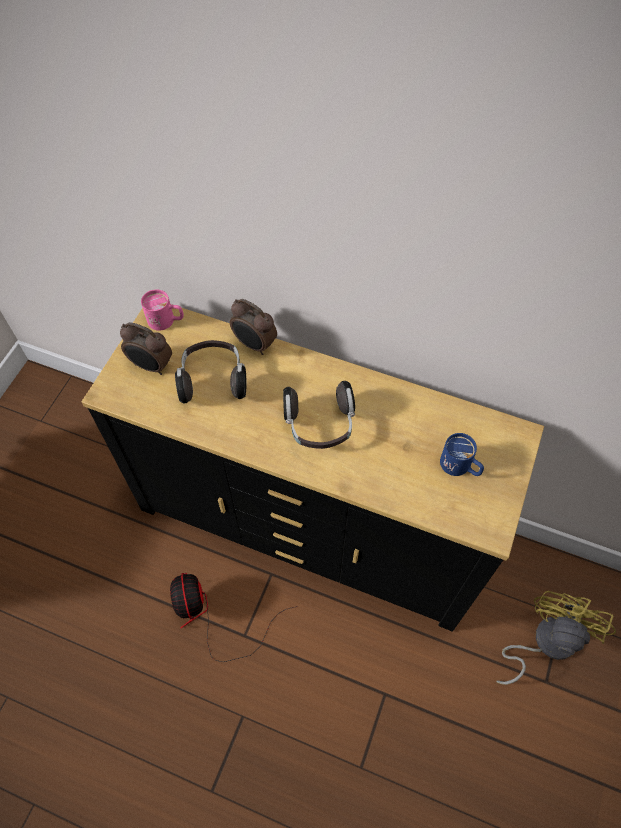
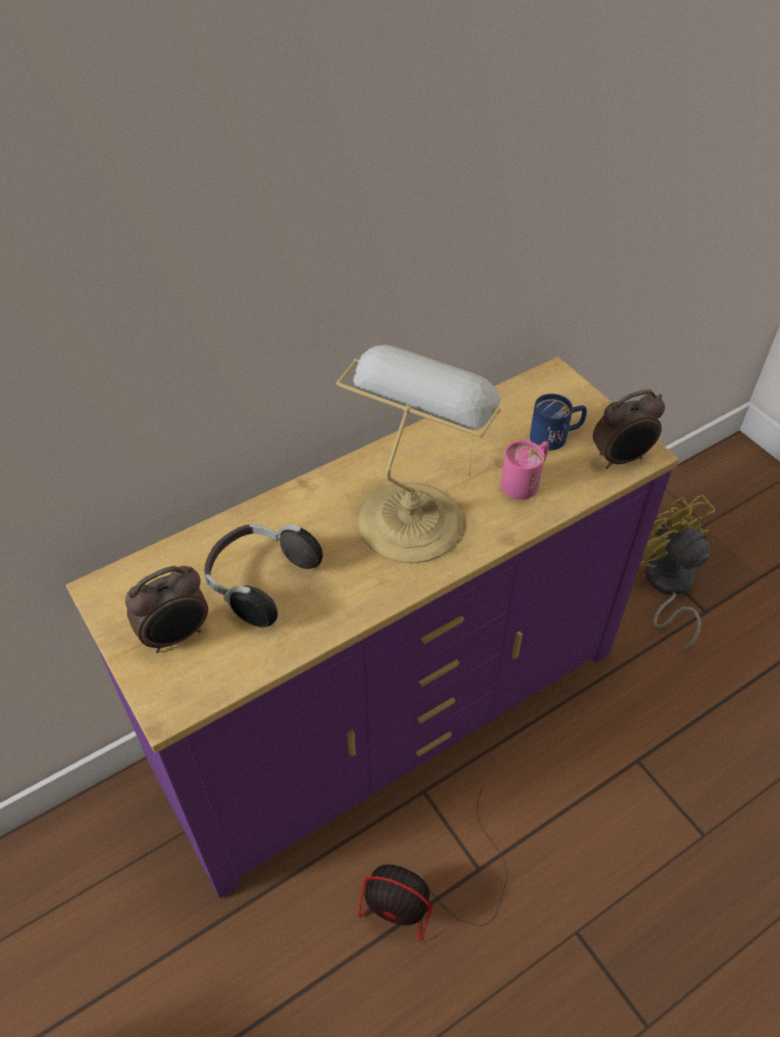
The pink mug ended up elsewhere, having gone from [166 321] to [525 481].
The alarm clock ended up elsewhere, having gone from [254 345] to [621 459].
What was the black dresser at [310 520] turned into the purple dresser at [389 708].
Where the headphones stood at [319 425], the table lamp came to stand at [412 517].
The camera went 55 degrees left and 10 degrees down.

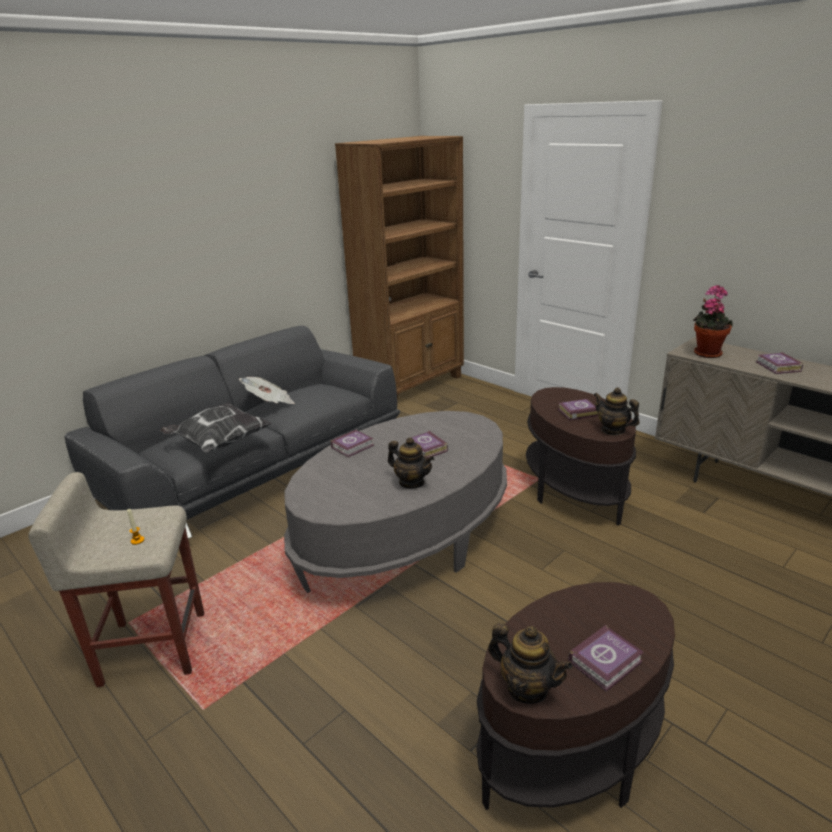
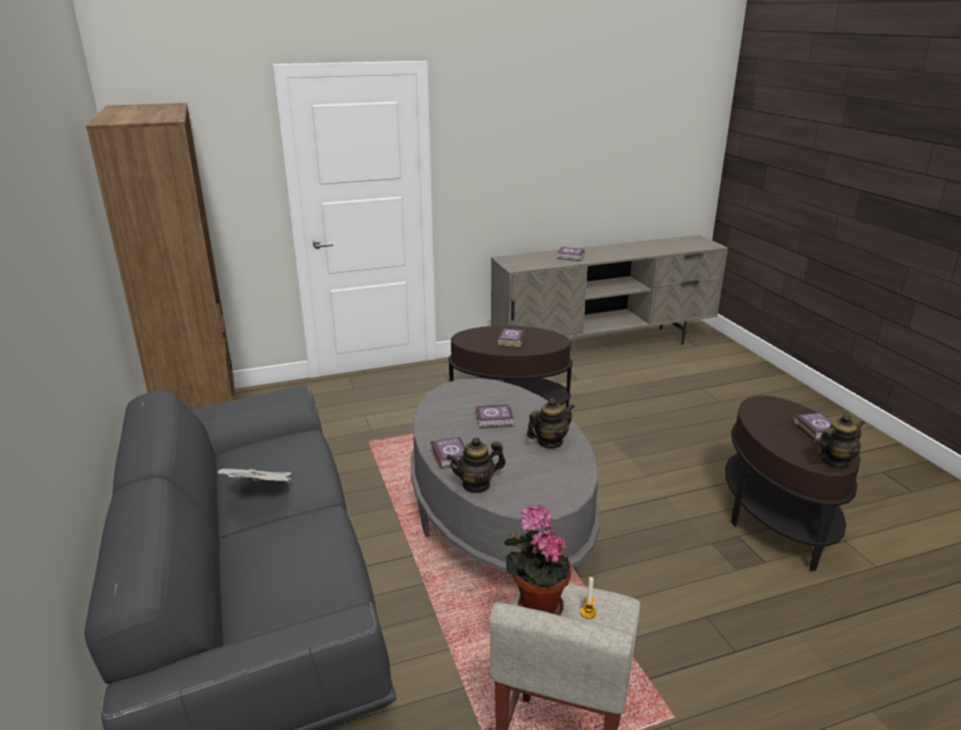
The potted plant ended up elsewhere, having gone from [706 353] to [536 605].
The teapot ended up elsewhere, having gone from [613 430] to [476 485].
The second view lost the pillow at [219 443].
The camera went 65 degrees left and 0 degrees up.

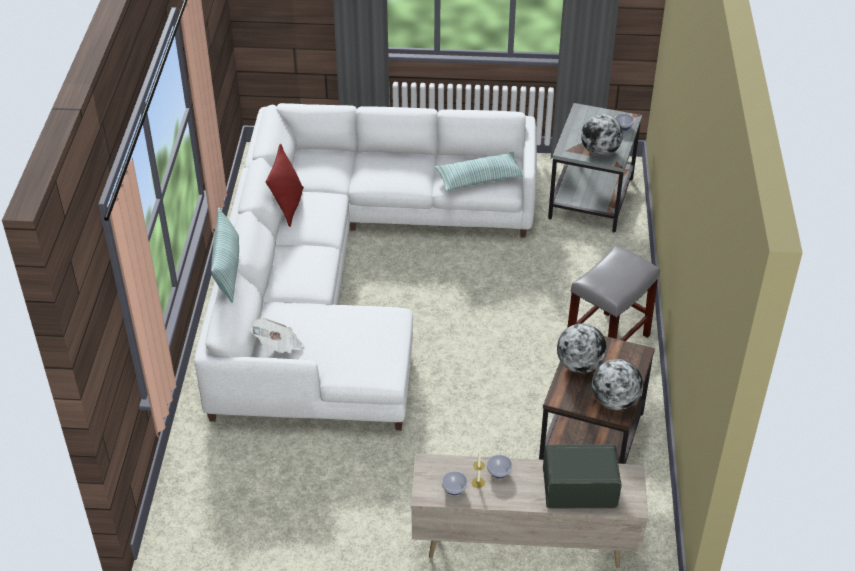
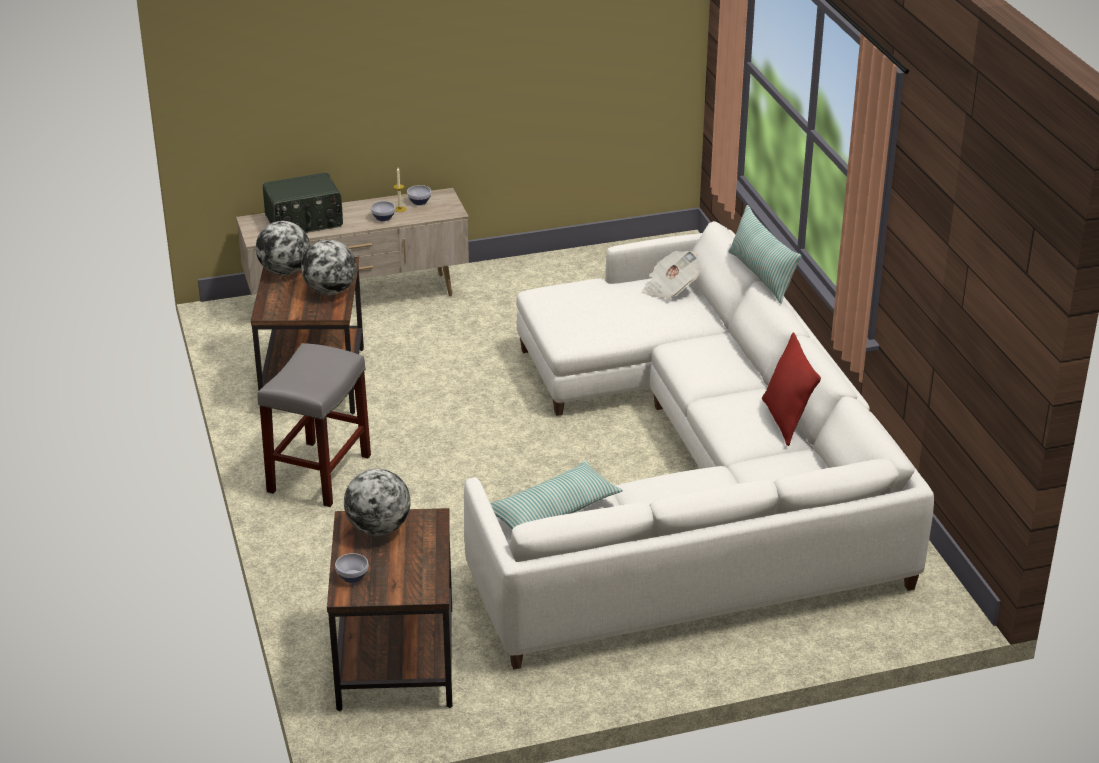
What was the grey side table at [590 198] turned into the brown side table at [398 660].
The camera went 160 degrees right and 10 degrees down.

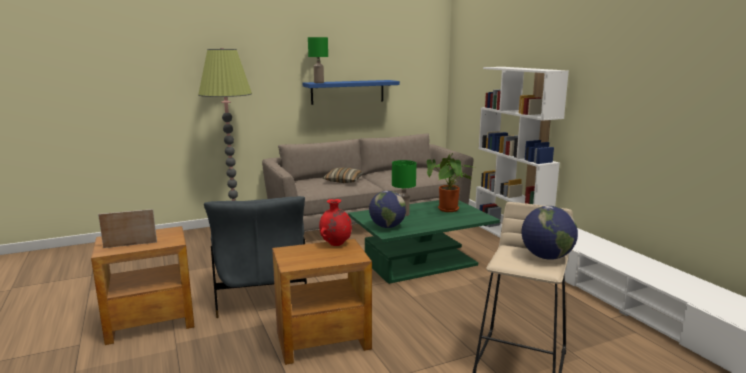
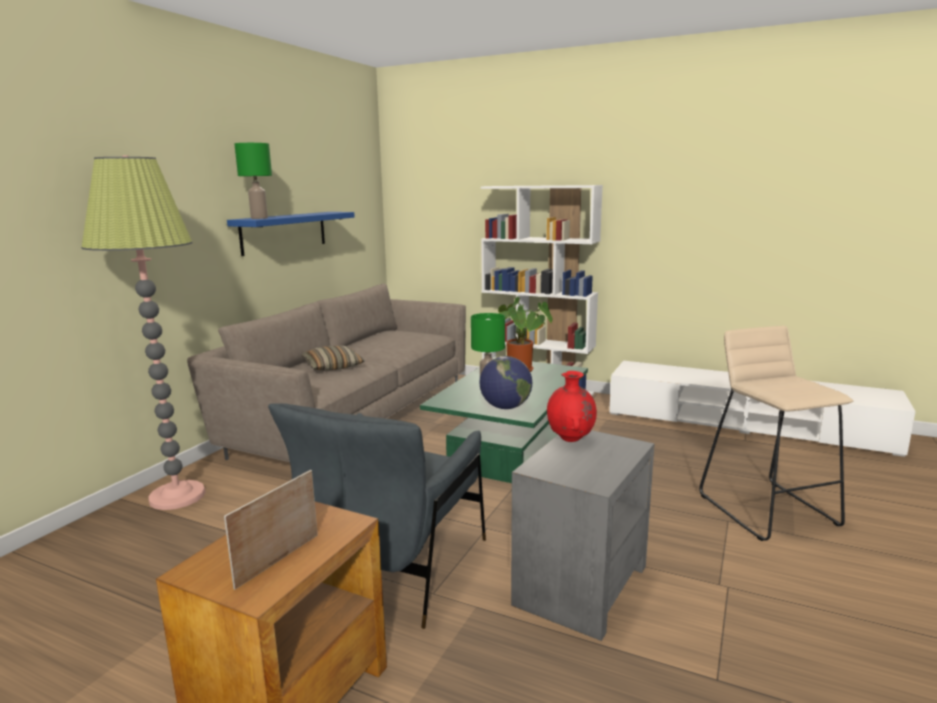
The grey armchair at [262 293] ended up facing another way, 75 degrees clockwise from before.
The second view lost the globe at [546 257].
What was the brown side table at [322 340] turned into the grey side table at [580 585].
The camera went 40 degrees left and 0 degrees up.

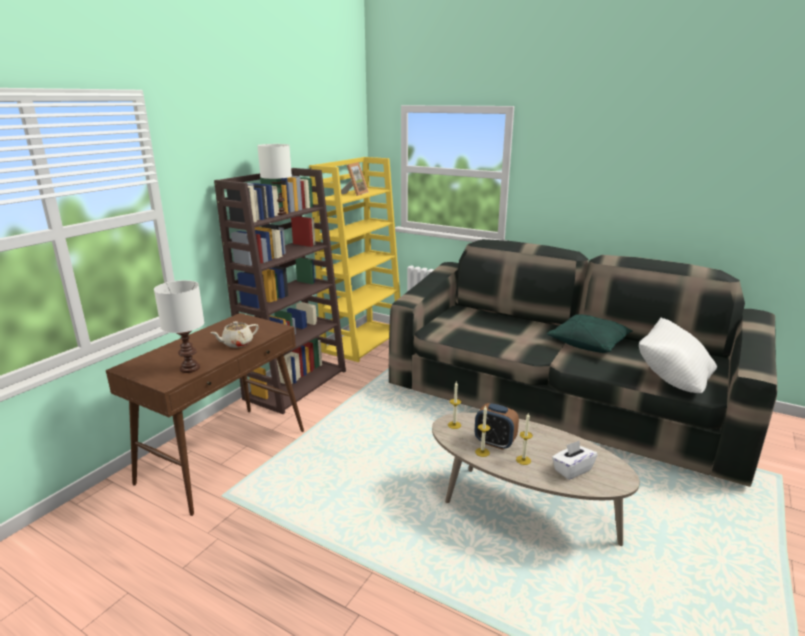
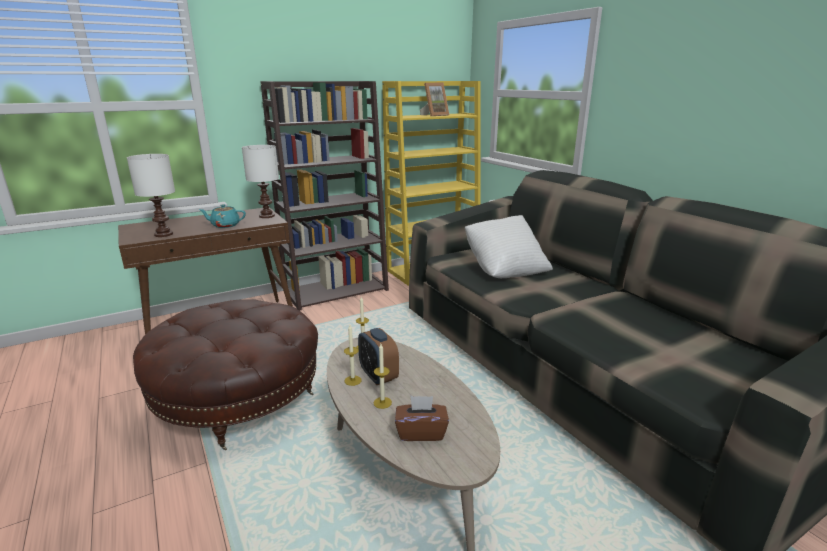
The white table lamp ended up elsewhere, having gone from [279 213] to [267 216].
The second view lost the green pillow at [588 343].
The white pillow ended up elsewhere, having gone from [672 379] to [505 270].
What was the beige teapot at [237 343] turned into the turquoise teapot at [225 225].
What was the white tissue box at [572 470] turned into the brown tissue box at [421 432].
The second view gained the brown ottoman at [239 401].
The camera went 30 degrees right and 0 degrees up.

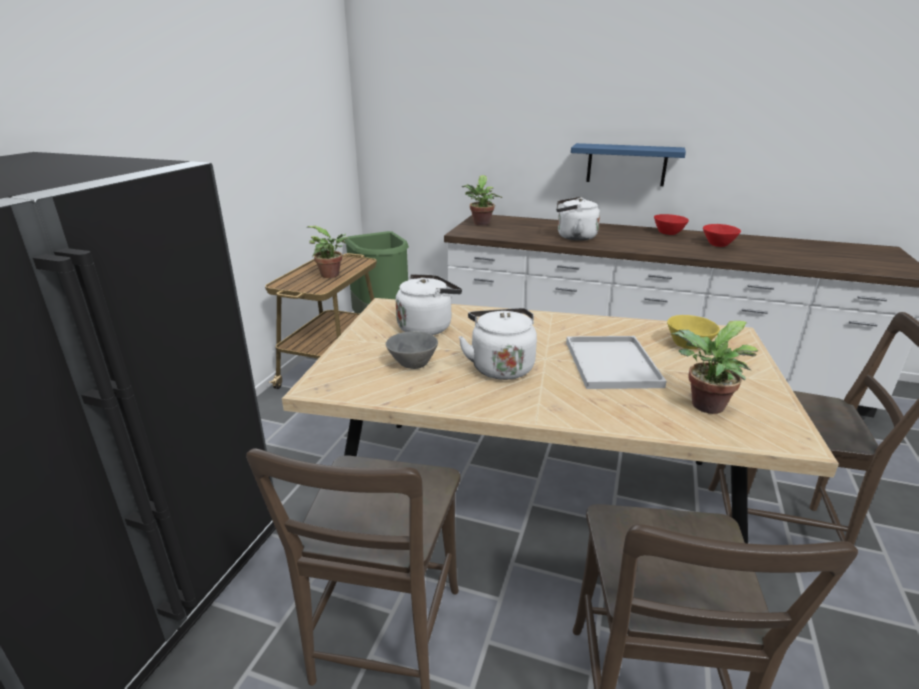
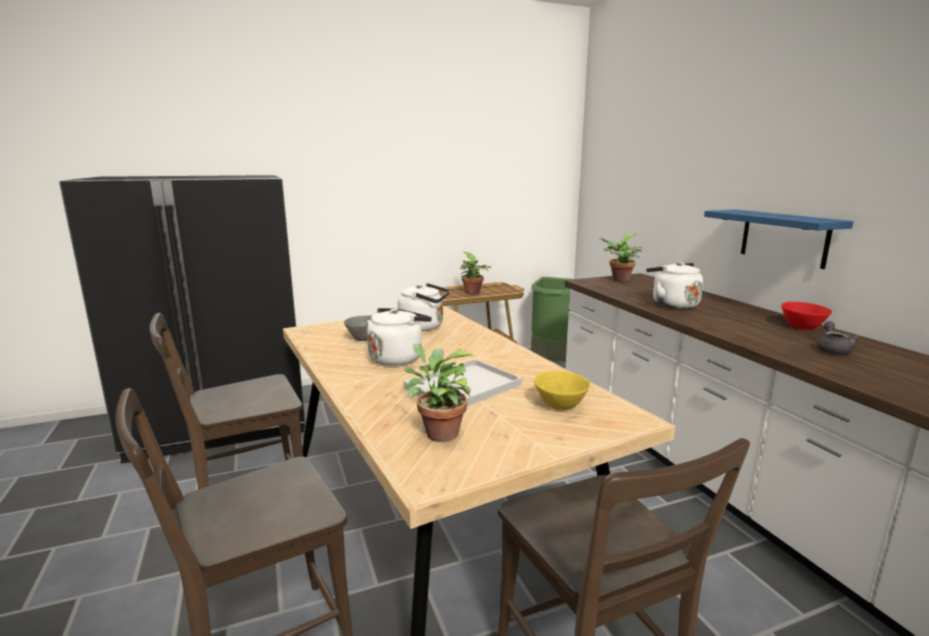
Where the red bowl stood at [717 244], the grey teapot came to stand at [833 349].
The camera went 50 degrees right and 10 degrees down.

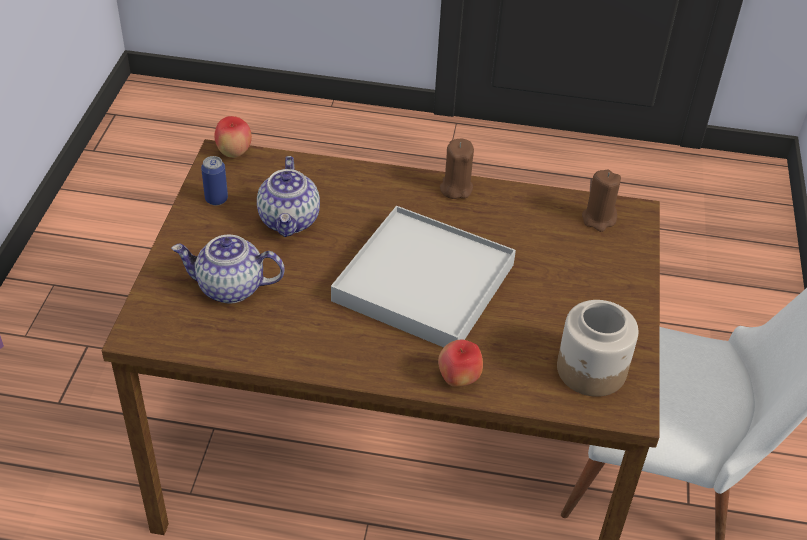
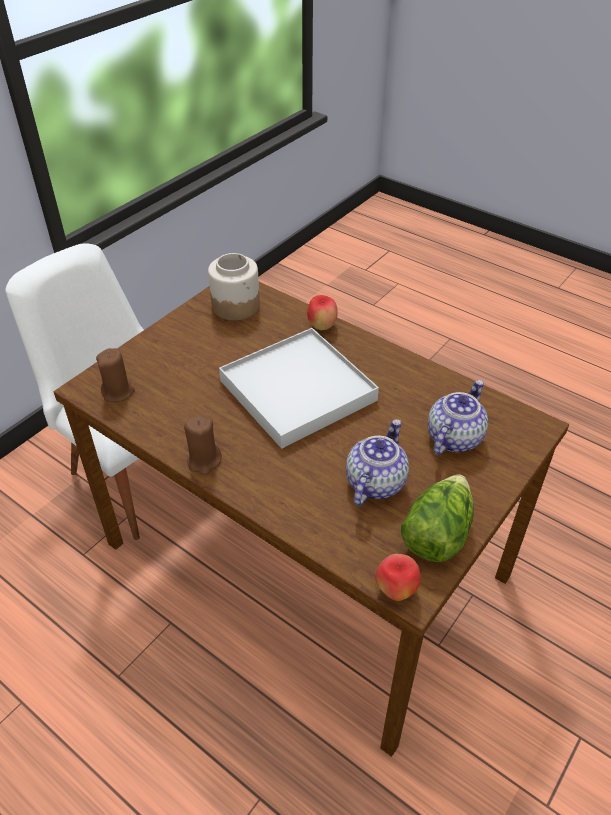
Where the can stood at [216 199], the lettuce came to stand at [436 532].
The teapot at [230 288] ended up facing another way, 90 degrees counterclockwise from before.
The camera went 150 degrees left and 0 degrees up.

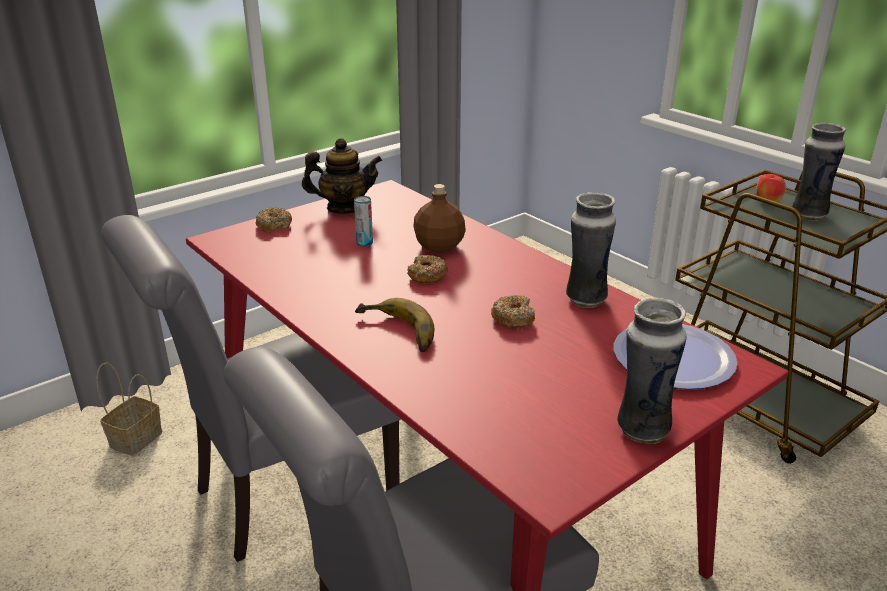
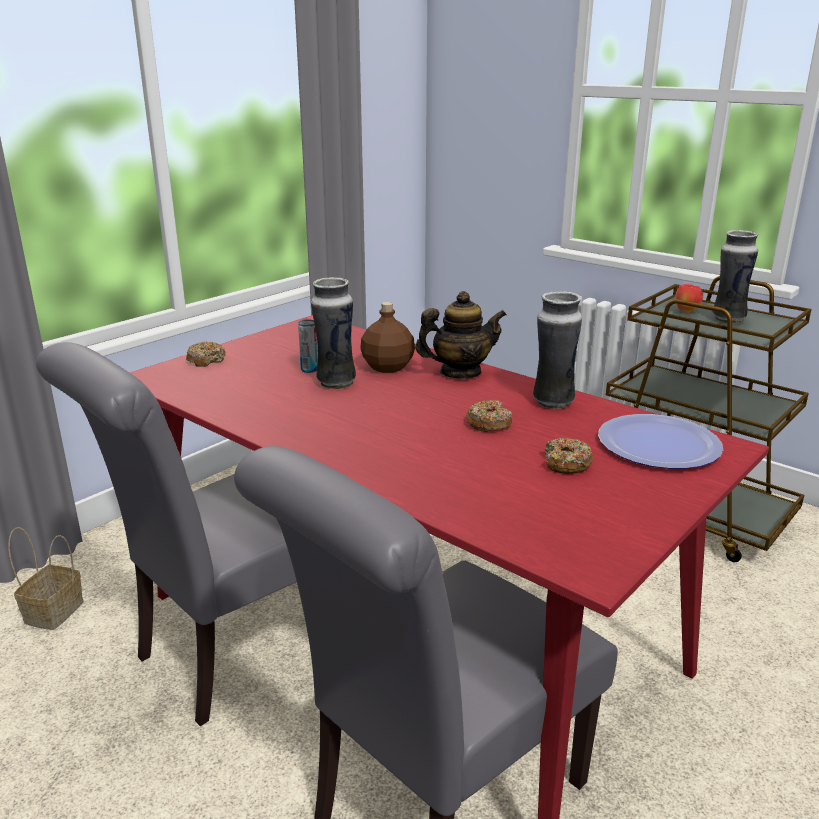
The teapot ended up elsewhere, having gone from [344 208] to [460 372].
The donut ended up elsewhere, having gone from [427 275] to [566 464].
The second view lost the banana at [395 332].
The vase ended up elsewhere, having gone from [641 430] to [335 383].
The camera went 10 degrees left and 5 degrees down.

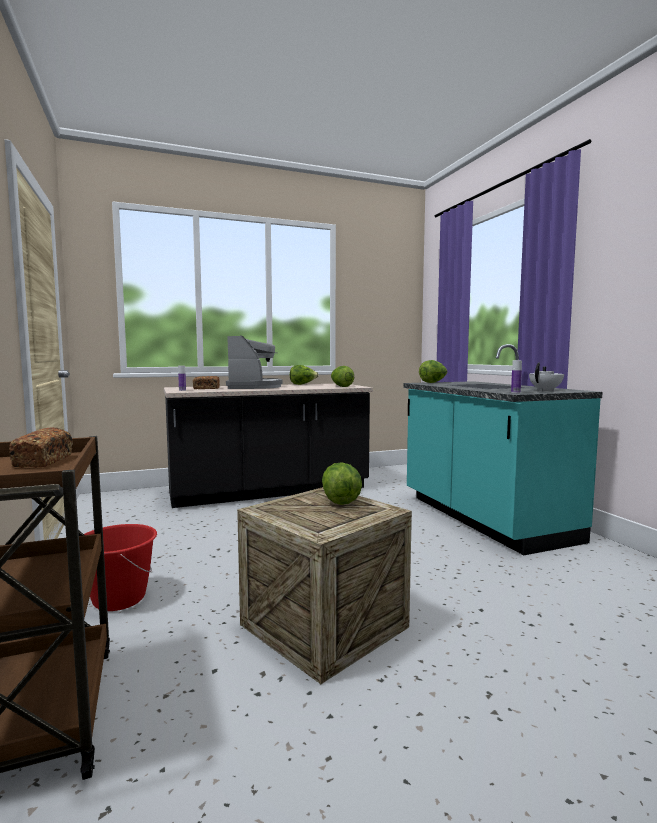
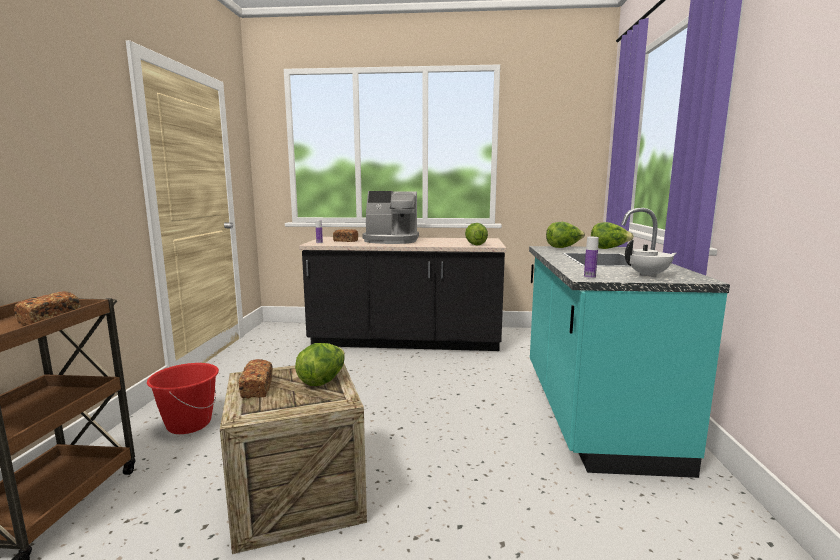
The coffee machine at [253 387] ended up facing another way, 75 degrees clockwise from before.
The lettuce ended up elsewhere, having gone from [302 384] to [608 249].
The second view gained the bread at [257 388].
The camera went 25 degrees right and 5 degrees up.

